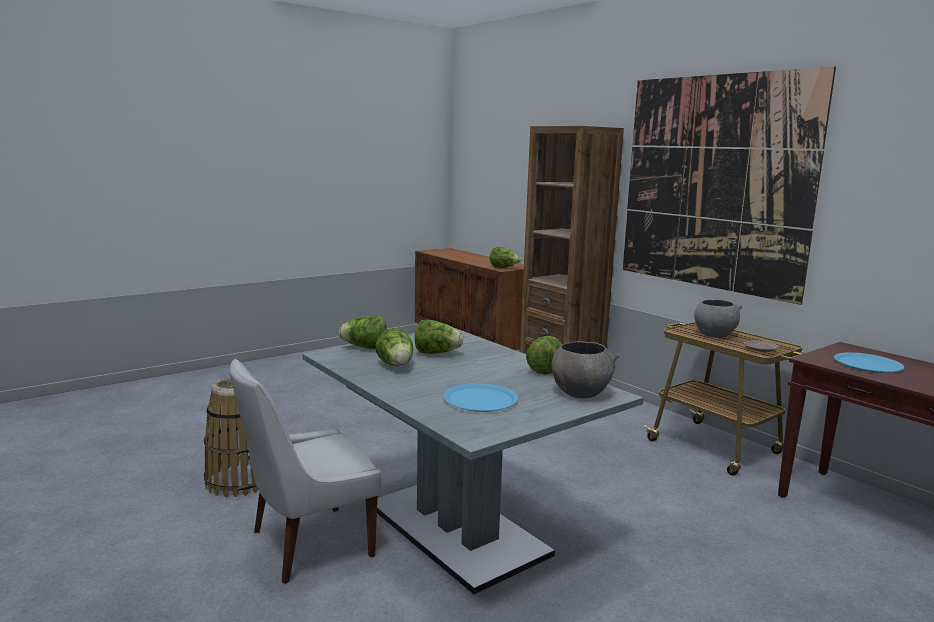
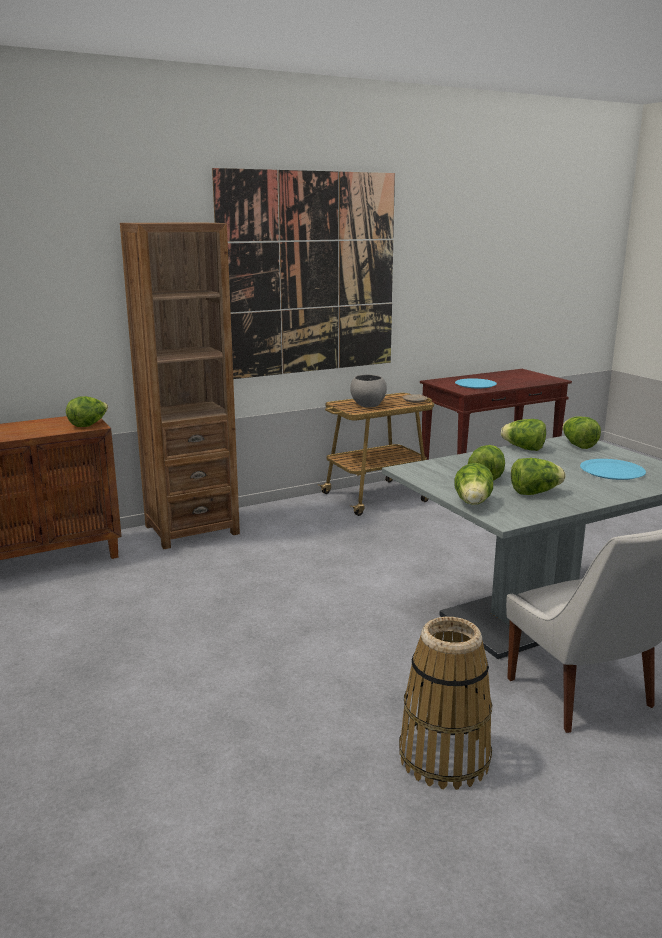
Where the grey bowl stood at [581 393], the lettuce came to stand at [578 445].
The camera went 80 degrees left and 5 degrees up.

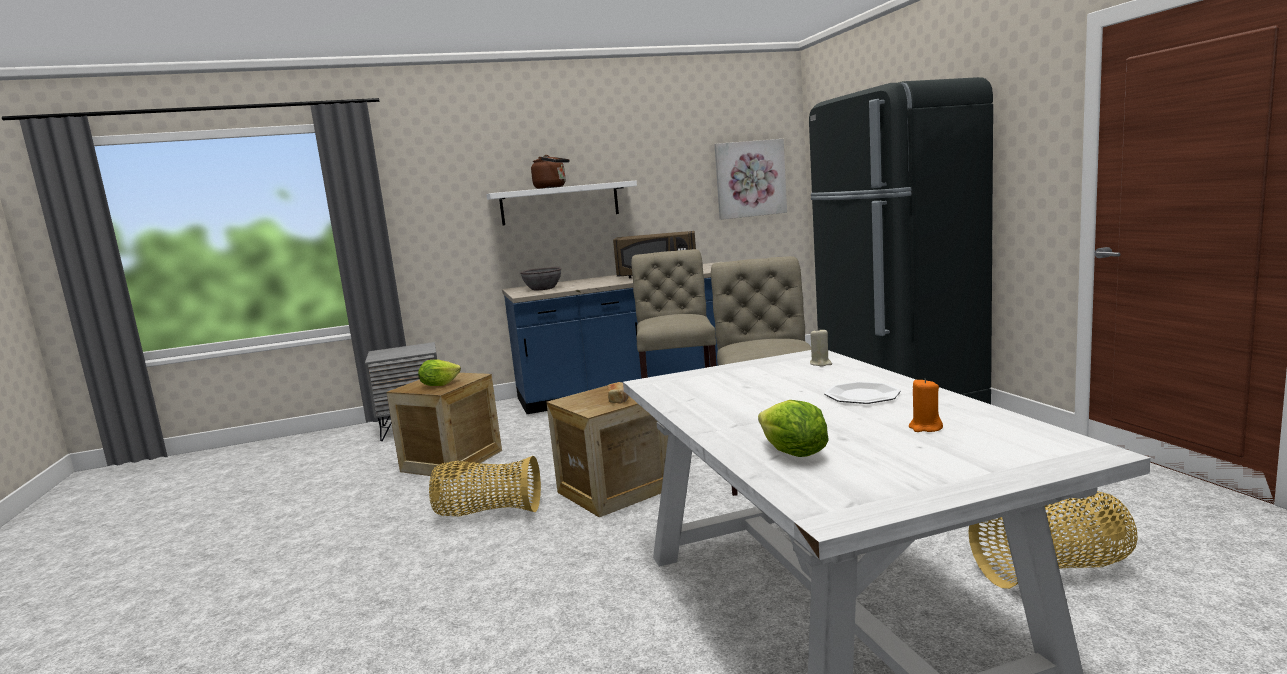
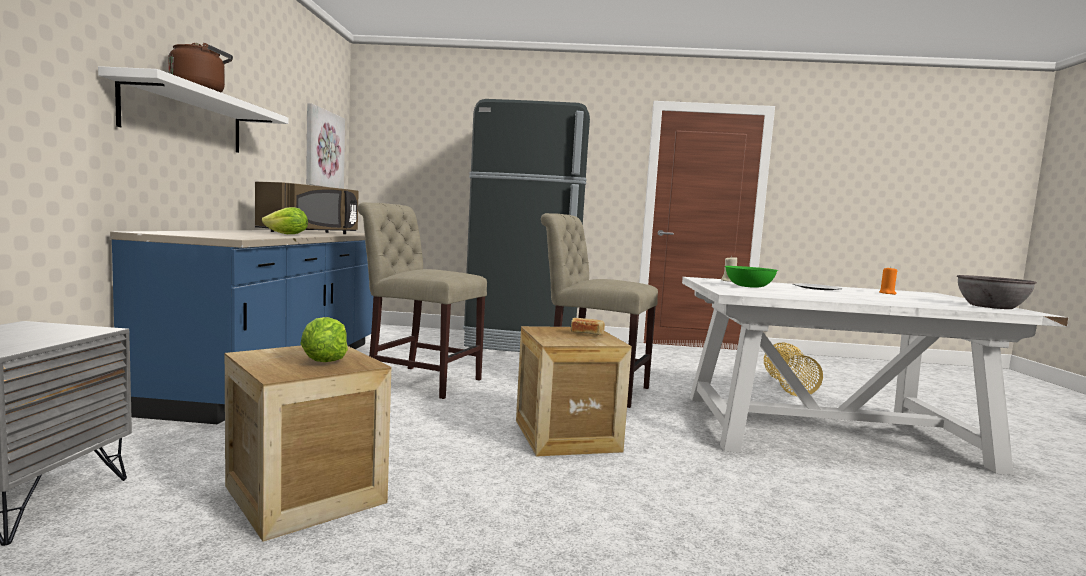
The grey bowl ended up elsewhere, having gone from [543 288] to [991 306].
The lettuce ended up elsewhere, having gone from [793 454] to [287 234].
The second view lost the basket at [487 512].
The second view gained the green bowl at [748 286].
The camera went 70 degrees left and 5 degrees down.

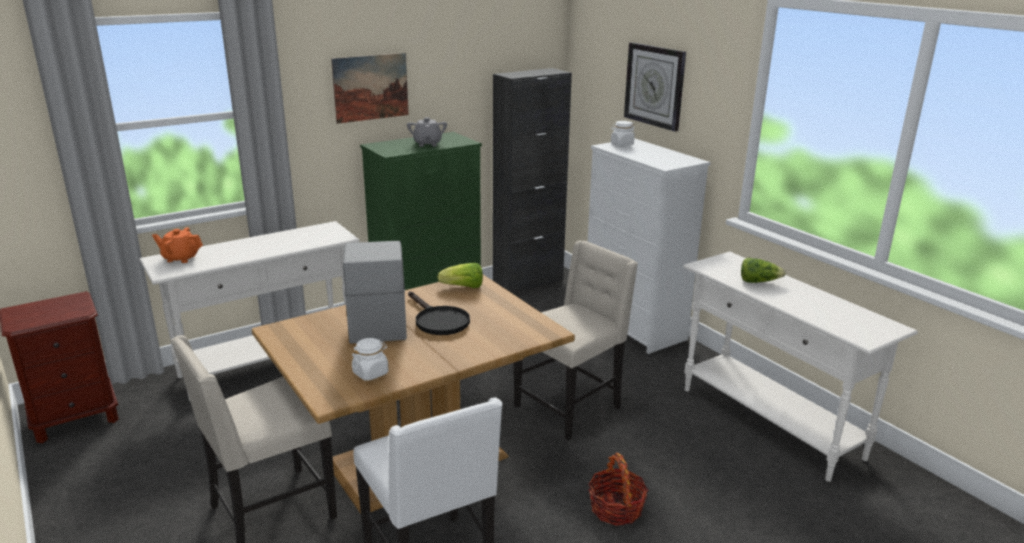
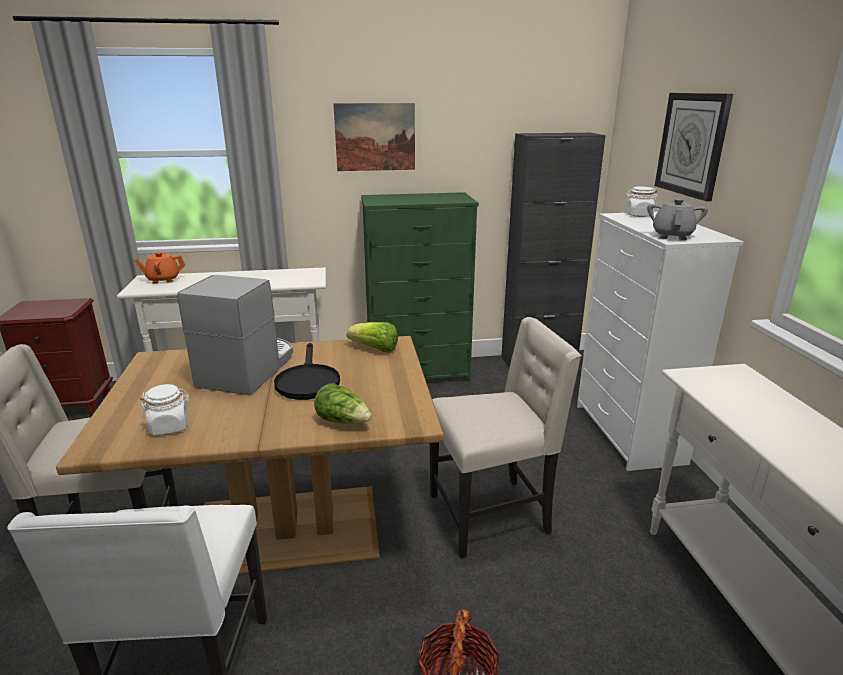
The grey teapot ended up elsewhere, having gone from [427 144] to [672 236].
The orange teapot at [180 258] ended up facing another way, 45 degrees counterclockwise from before.
The lettuce ended up elsewhere, having gone from [758 281] to [343 421].
The camera went 25 degrees right and 0 degrees up.

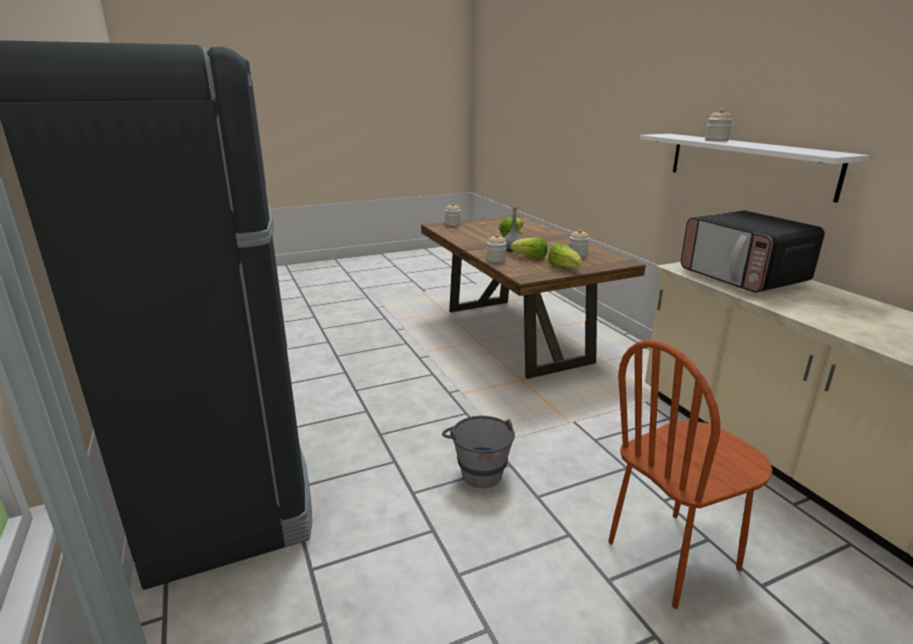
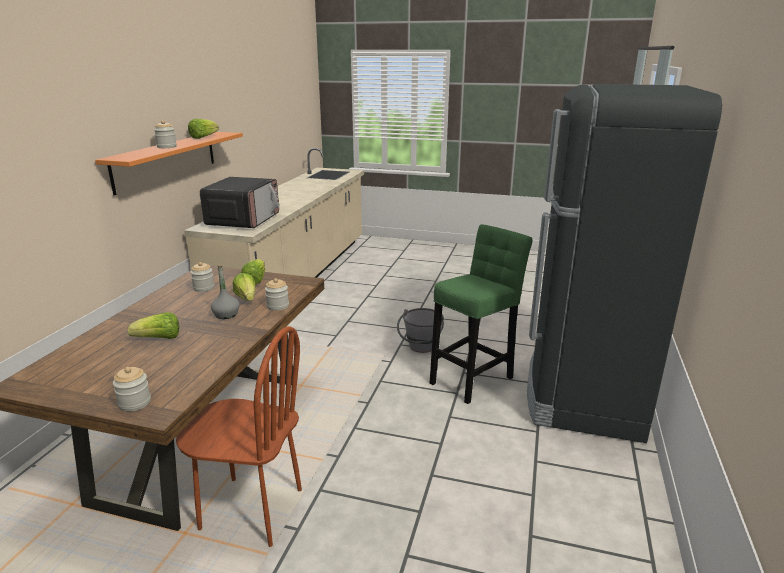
What was the white shelf at [748 164] turned into the orange shelf at [166 160].
The brown chair ended up elsewhere, having gone from [673 556] to [251 510].
The second view gained the lettuce at [203 137].
The second view gained the green stool at [474 378].
The camera went 140 degrees left and 0 degrees up.

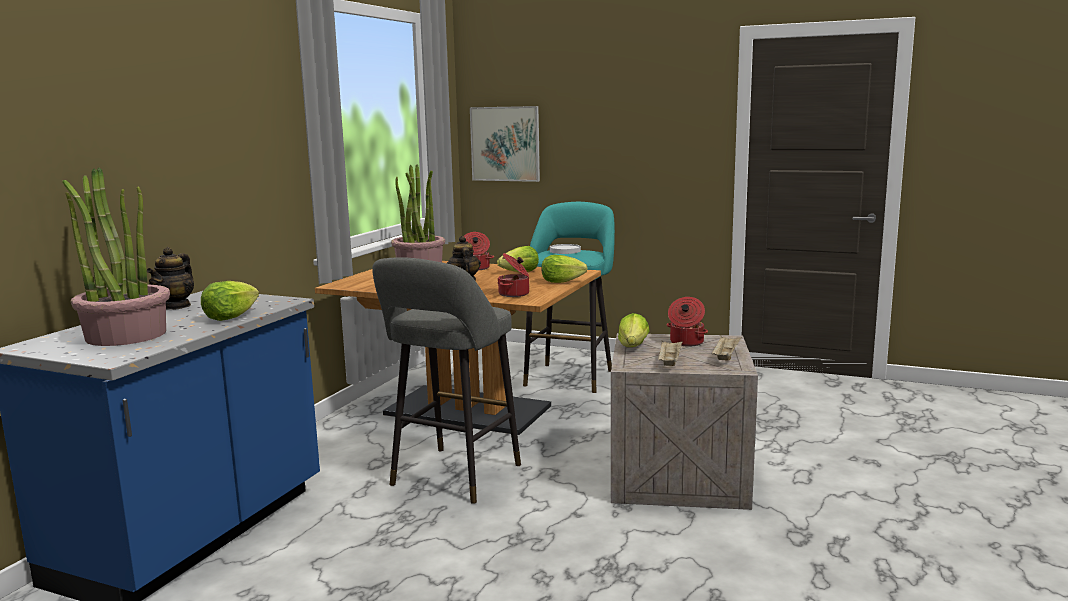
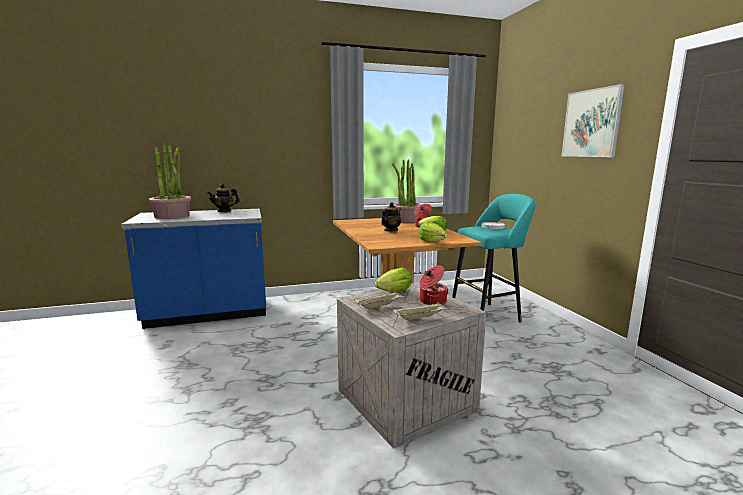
The picture ended up elsewhere, having gone from [505 144] to [591 123].
The second view lost the cooking pot at [514 294].
The second view lost the grey stool at [452 478].
The second view lost the lettuce at [230 317].
The camera went 50 degrees right and 0 degrees up.

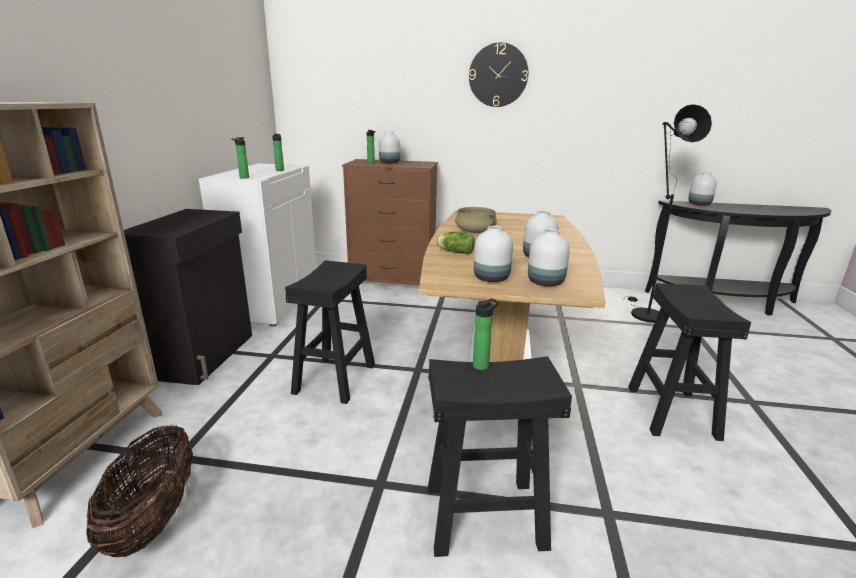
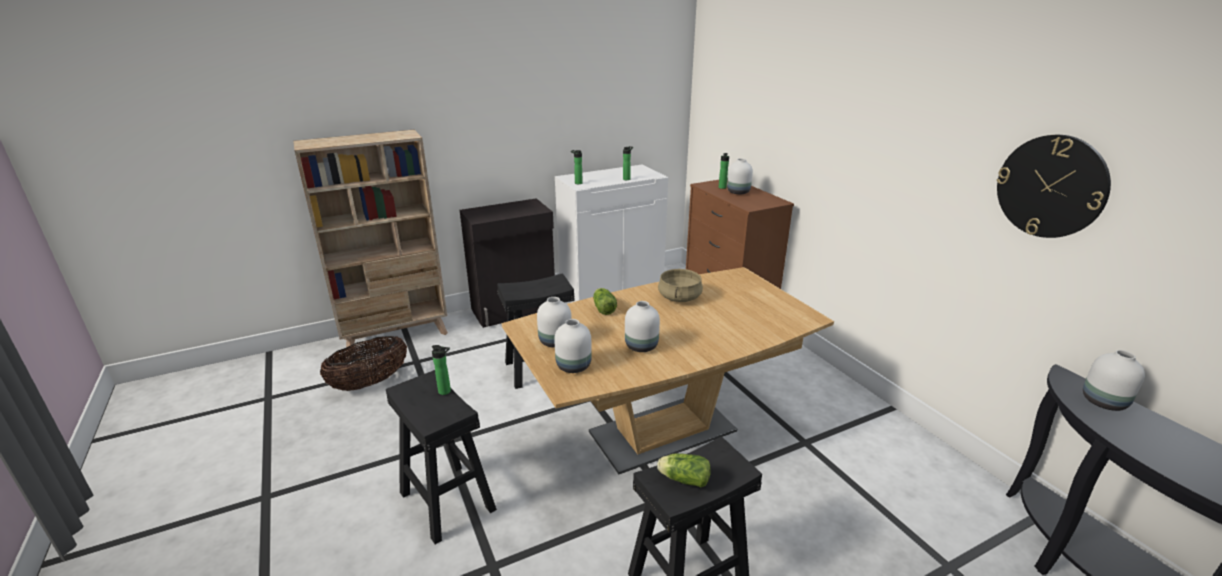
The wall clock ended up elsewhere, having gone from [498 75] to [1051 186].
The second view lost the black floor lamp at [643 313].
The second view gained the lettuce at [682 479].
The camera went 55 degrees right and 5 degrees up.

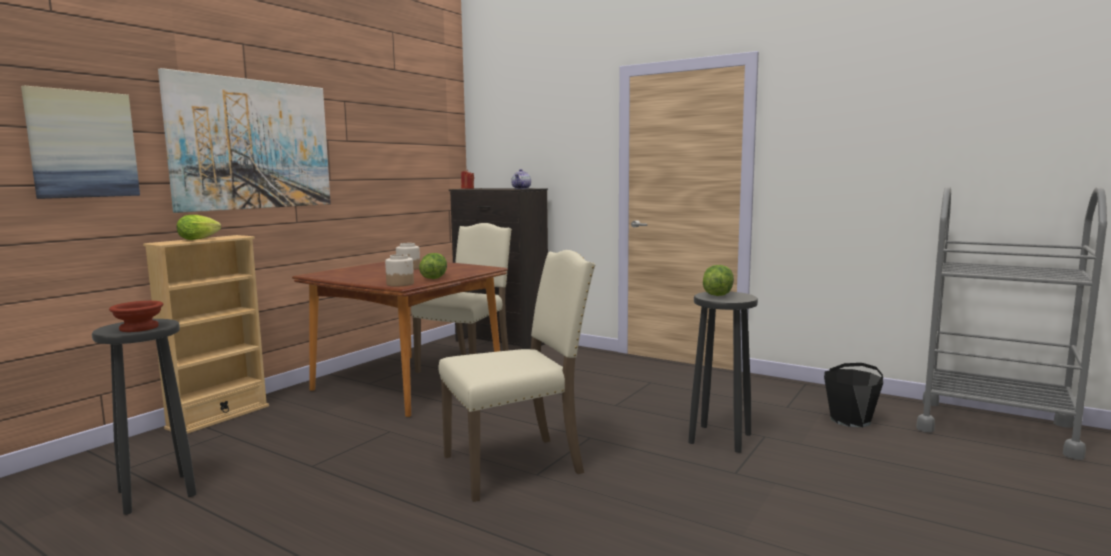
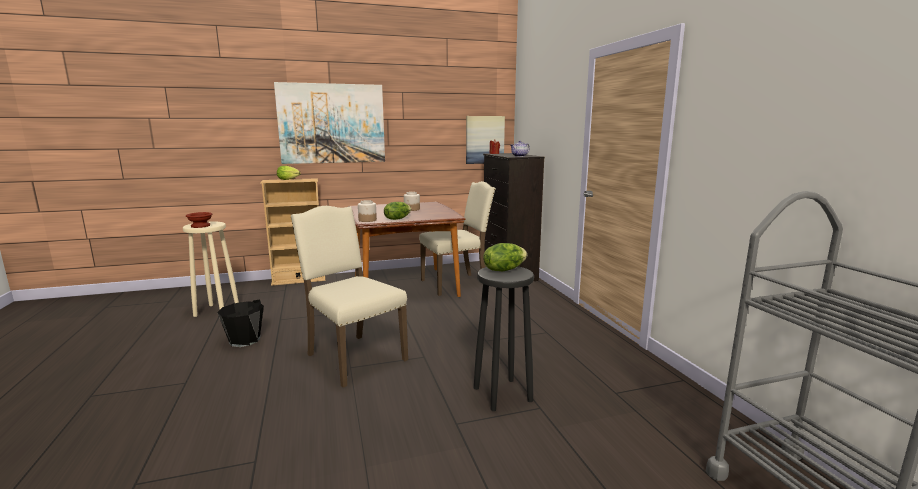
The picture ended up elsewhere, having gone from [82 144] to [484 140].
The beige chair at [516 465] ended up facing another way, 150 degrees counterclockwise from before.
What was the black stool at [157 493] turned into the beige stool at [216 311].
The black bucket ended up elsewhere, having gone from [850 420] to [245 340].
The camera went 40 degrees right and 5 degrees up.

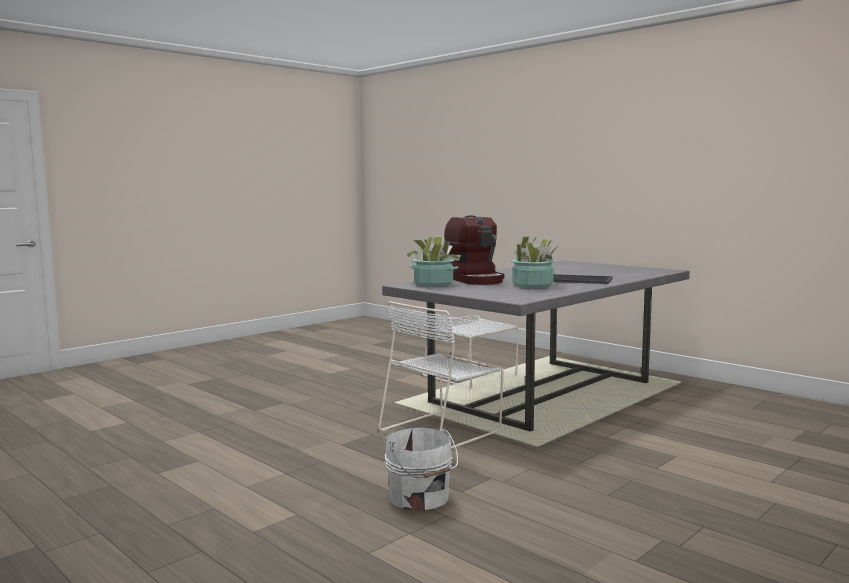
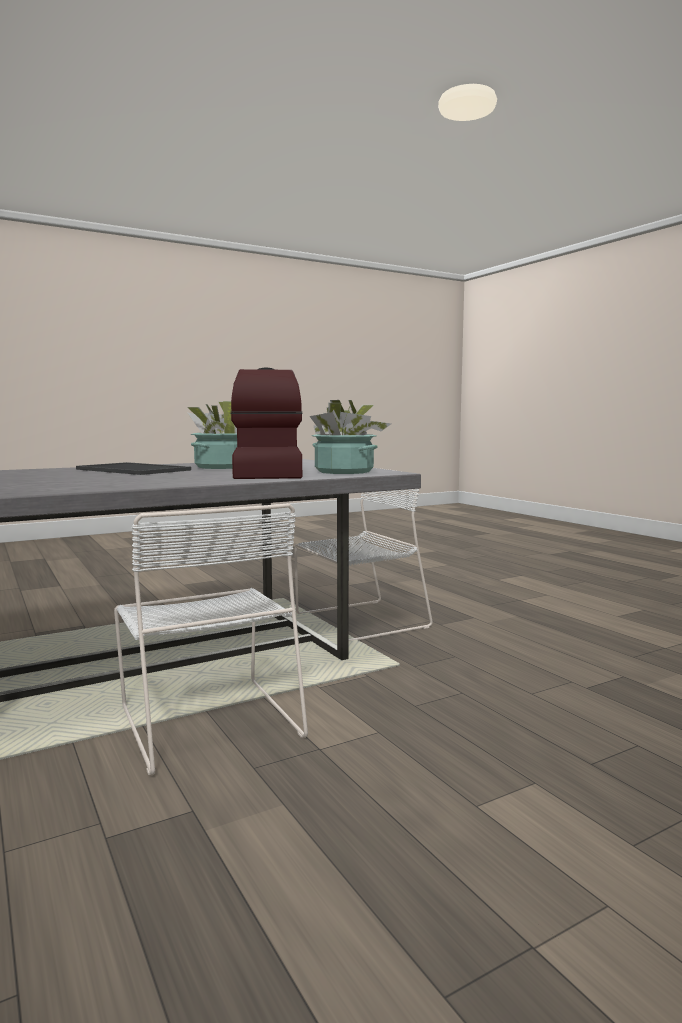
The second view lost the white bucket at [420 498].
The camera went 165 degrees left and 0 degrees up.

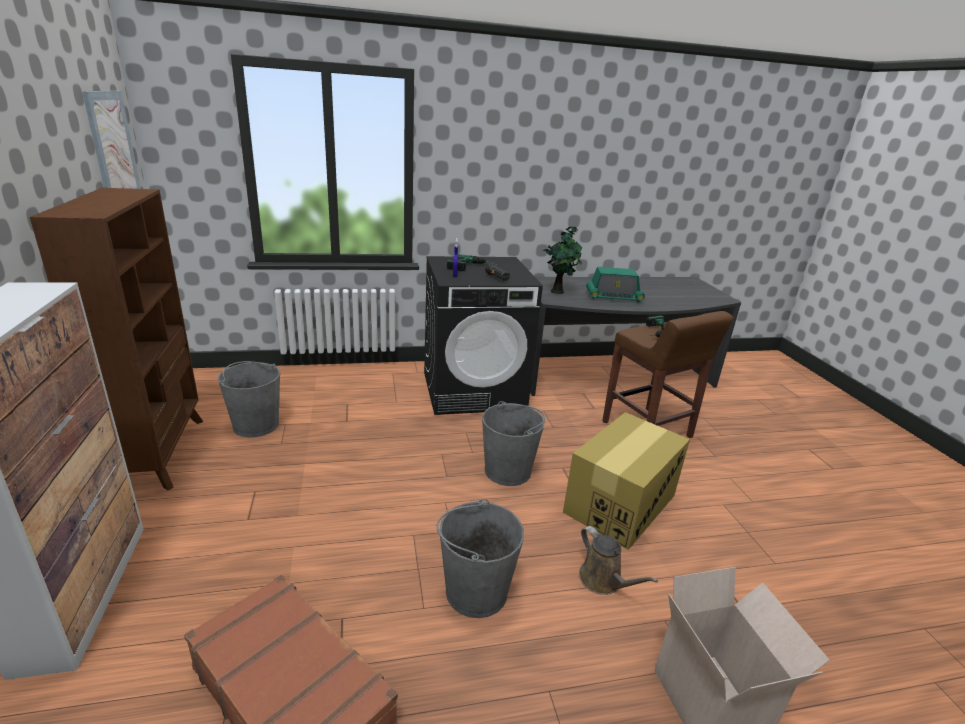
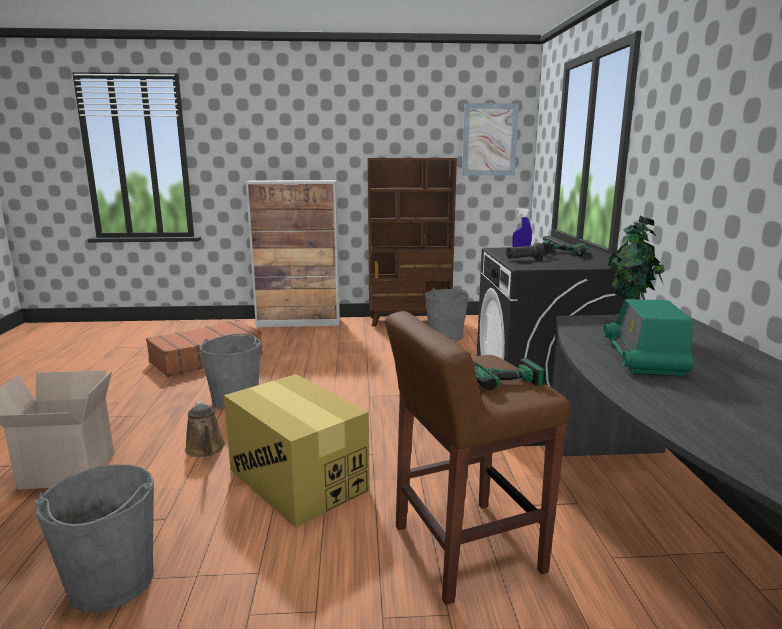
The grey bucket ended up elsewhere, having gone from [508 471] to [111 582].
The brown watering can at [603 581] ended up facing another way, 90 degrees counterclockwise from before.
The camera went 100 degrees right and 10 degrees down.

